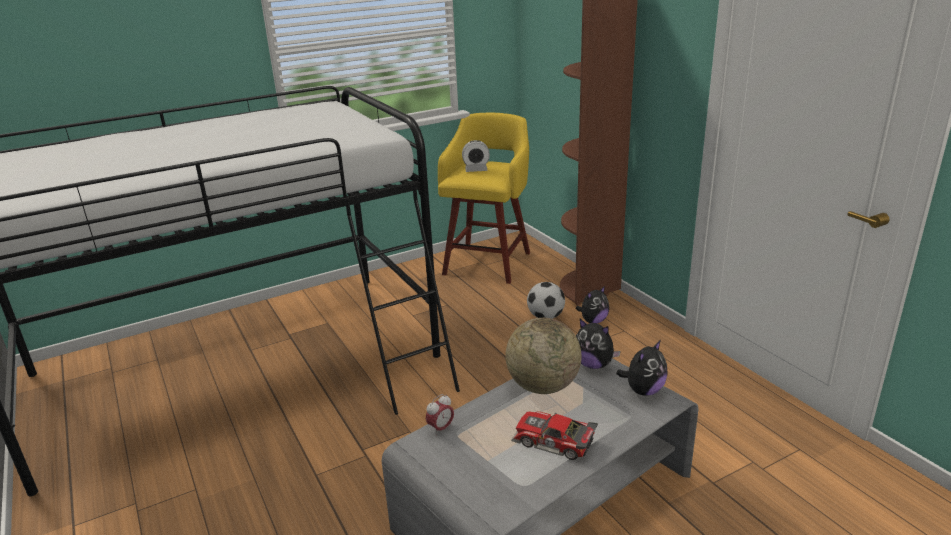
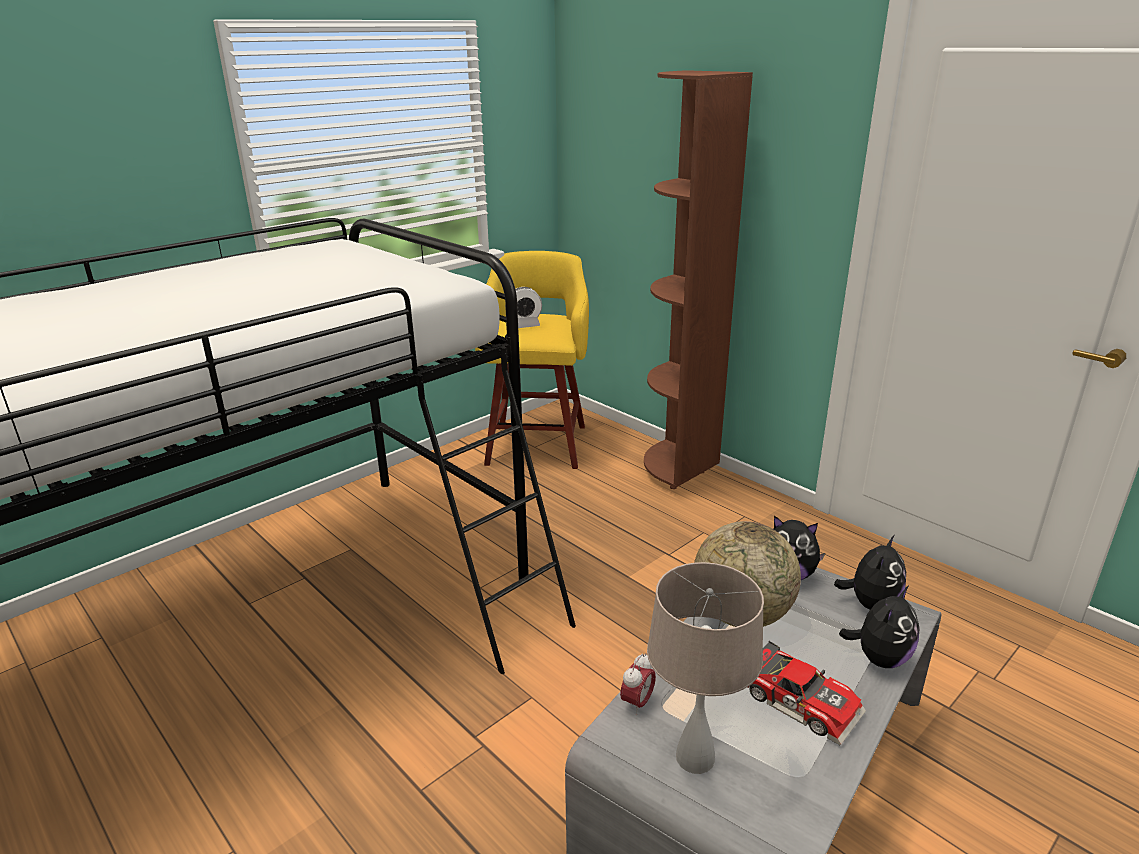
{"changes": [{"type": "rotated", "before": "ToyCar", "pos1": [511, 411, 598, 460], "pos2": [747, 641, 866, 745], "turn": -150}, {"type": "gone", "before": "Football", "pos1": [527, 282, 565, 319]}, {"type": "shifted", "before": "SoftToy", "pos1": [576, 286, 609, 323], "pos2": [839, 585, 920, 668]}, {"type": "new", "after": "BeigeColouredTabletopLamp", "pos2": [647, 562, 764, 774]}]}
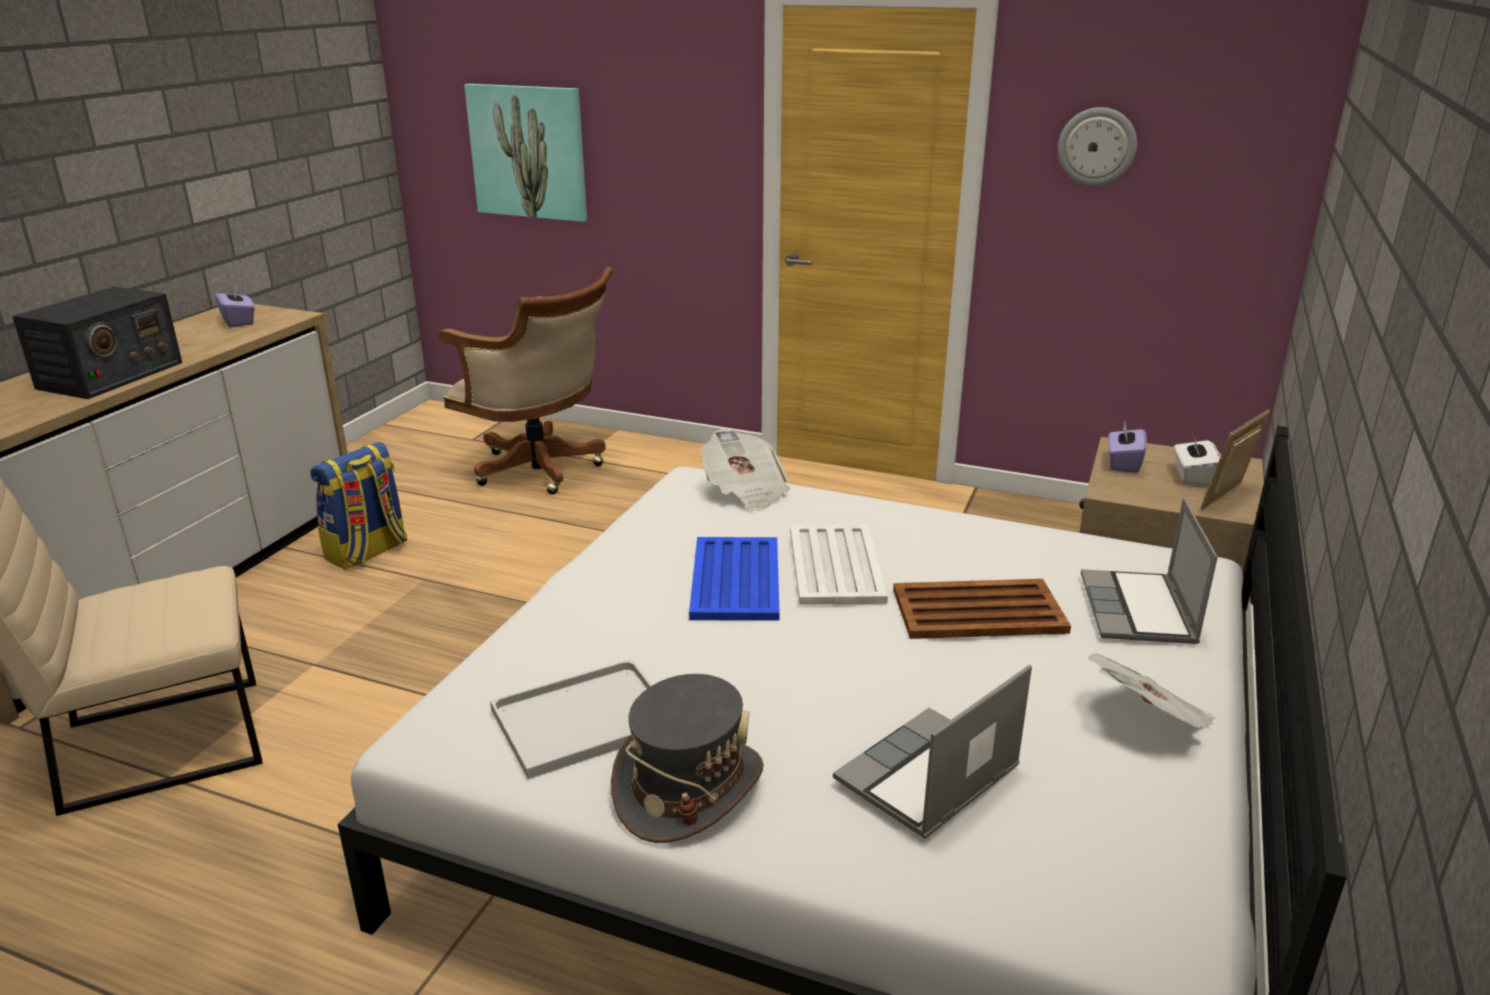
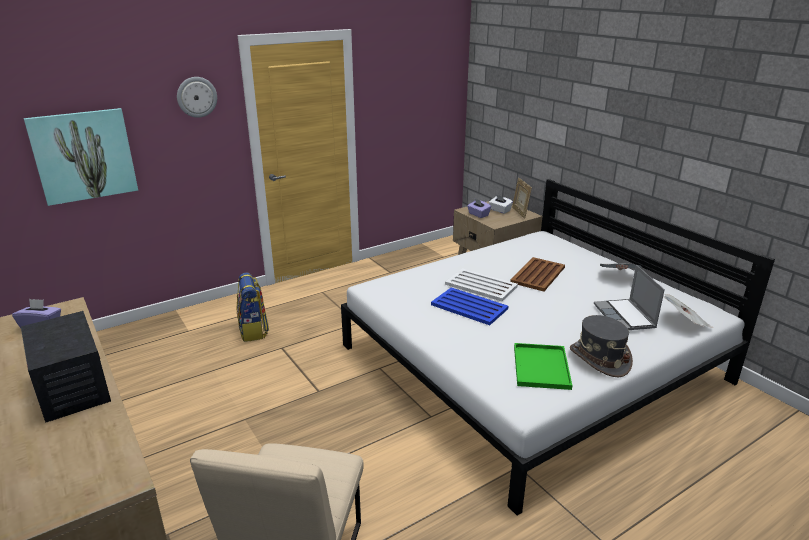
{"changes": [{"type": "shifted", "before": "Backpack", "pos1": [310, 442, 407, 570], "pos2": [237, 273, 269, 342]}, {"type": "gone", "before": "ComputerChair", "pos1": [438, 267, 613, 494]}, {"type": "repainted", "before": "WhiteTray", "after": "GreenTray", "pos1": [490, 659, 652, 779], "pos2": [514, 343, 572, 390]}, {"type": "shifted", "before": "Newspaper", "pos1": [700, 429, 790, 512], "pos2": [663, 294, 713, 328]}, {"type": "shifted", "before": "ClockOnTheWall", "pos1": [1058, 107, 1137, 186], "pos2": [177, 77, 217, 118]}, {"type": "gone", "before": "Laptop", "pos1": [1081, 498, 1218, 644]}]}
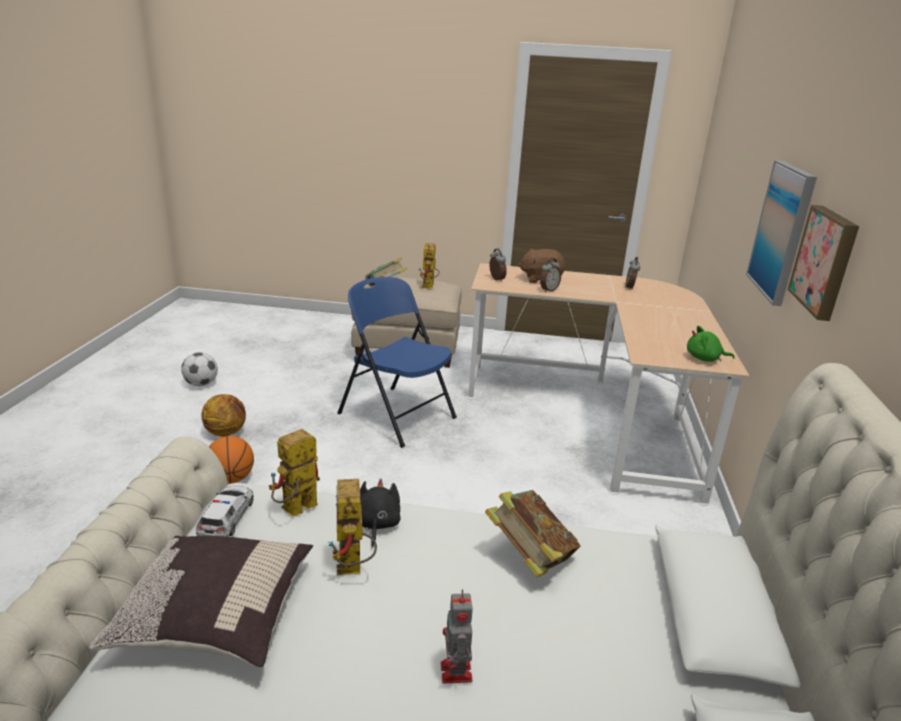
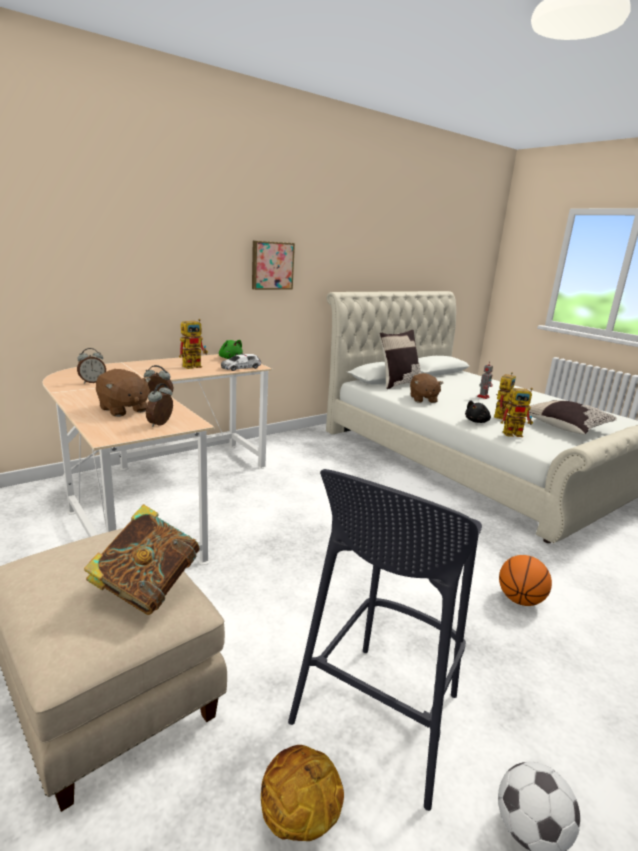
{"changes": [{"type": "shifted", "before": "ToyCar", "pos1": [196, 485, 254, 537], "pos2": [221, 354, 261, 371]}, {"type": "shifted", "before": "BasketballBall", "pos1": [201, 394, 246, 437], "pos2": [261, 745, 344, 841]}, {"type": "gone", "before": "BluePlainChair", "pos1": [337, 277, 457, 448]}, {"type": "shifted", "before": "RobotFigure", "pos1": [419, 243, 440, 289], "pos2": [179, 319, 208, 369]}, {"type": "swapped", "before": "BoundBook", "after": "BrownishSoftToy", "pos1": [485, 490, 581, 577], "pos2": [410, 373, 443, 403]}, {"type": "gone", "before": "Picture", "pos1": [746, 160, 817, 306]}, {"type": "new", "after": "GreySittingStool", "pos2": [288, 469, 482, 811]}, {"type": "new", "after": "Cushion", "pos2": [380, 330, 421, 389]}]}
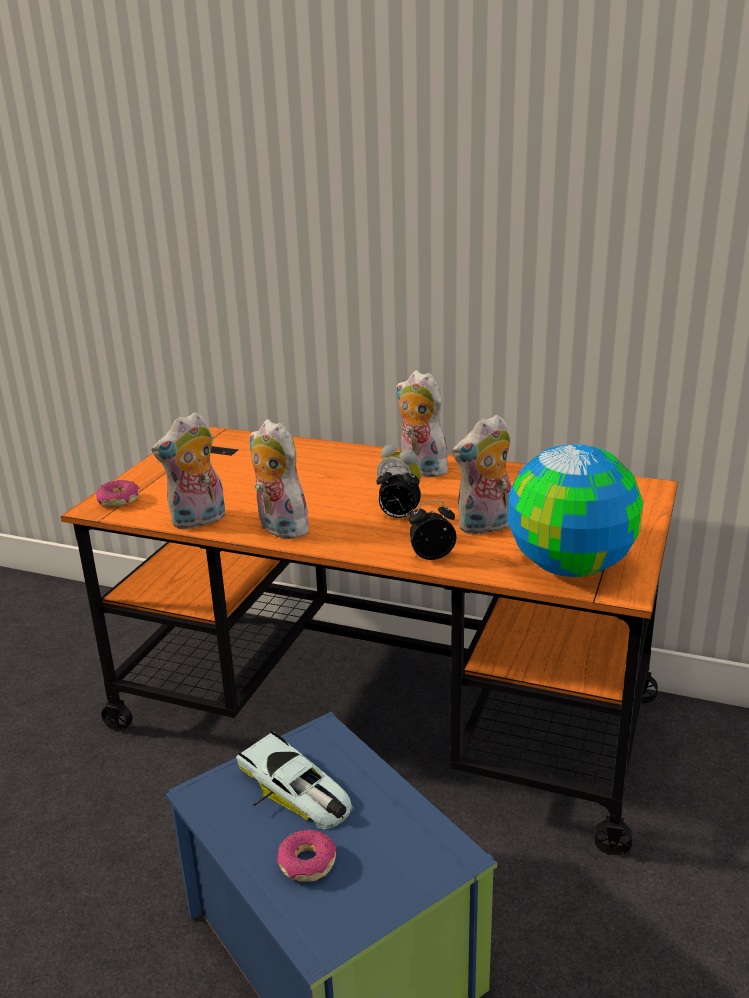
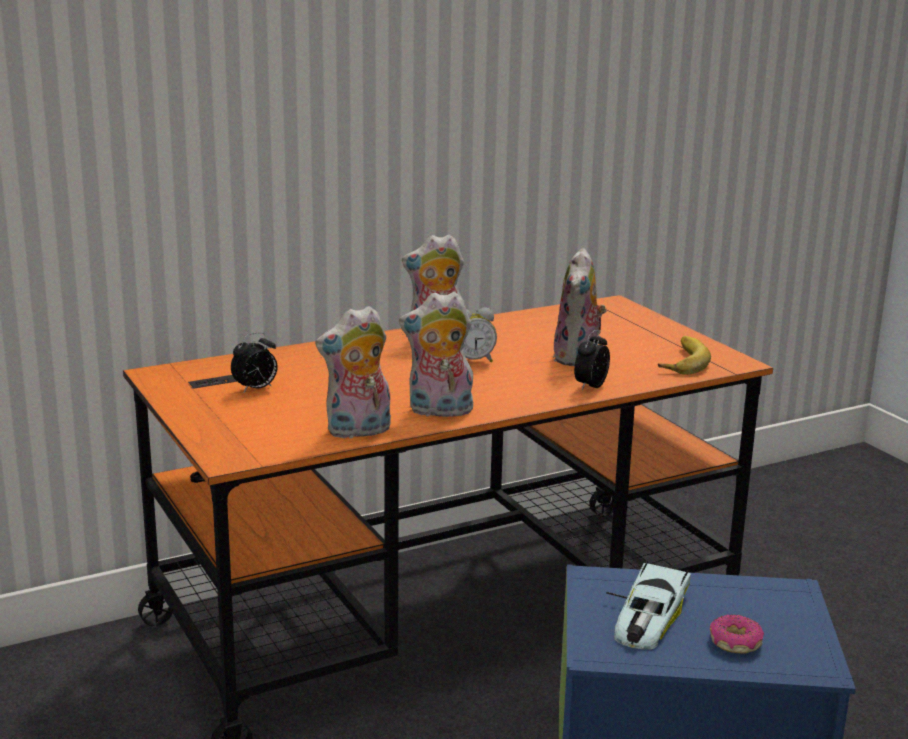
{"changes": [{"type": "gone", "before": "Doughnut", "pos1": [96, 480, 140, 507]}, {"type": "rotated", "before": "SoftToy", "pos1": [152, 412, 225, 529], "pos2": [315, 306, 391, 439], "turn": 60}, {"type": "rotated", "before": "ToyCar", "pos1": [236, 731, 353, 830], "pos2": [606, 561, 691, 650], "turn": 120}, {"type": "shifted", "before": "AlarmClock", "pos1": [376, 466, 421, 518], "pos2": [231, 332, 278, 392]}, {"type": "swapped", "before": "Globe", "after": "WholeBanana", "pos1": [508, 444, 643, 577], "pos2": [658, 336, 711, 375]}]}
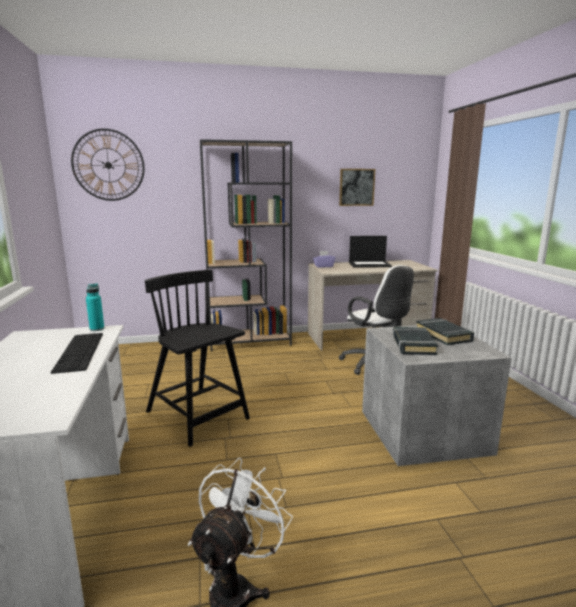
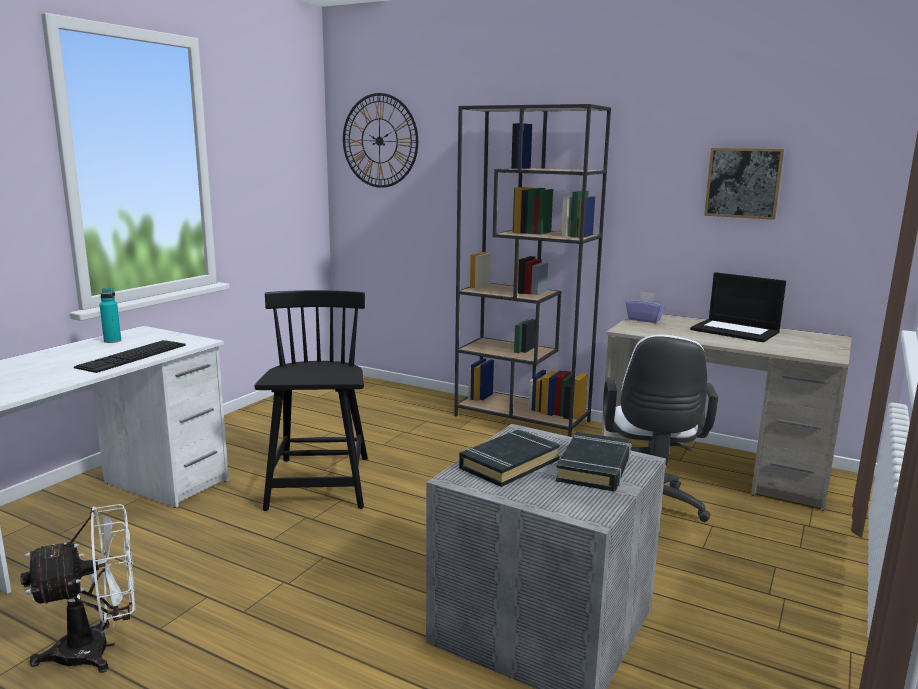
{"changes": [{"type": "shifted", "before": "TurquoiseBottle", "pos1": [86, 283, 104, 331], "pos2": [99, 288, 121, 343]}]}
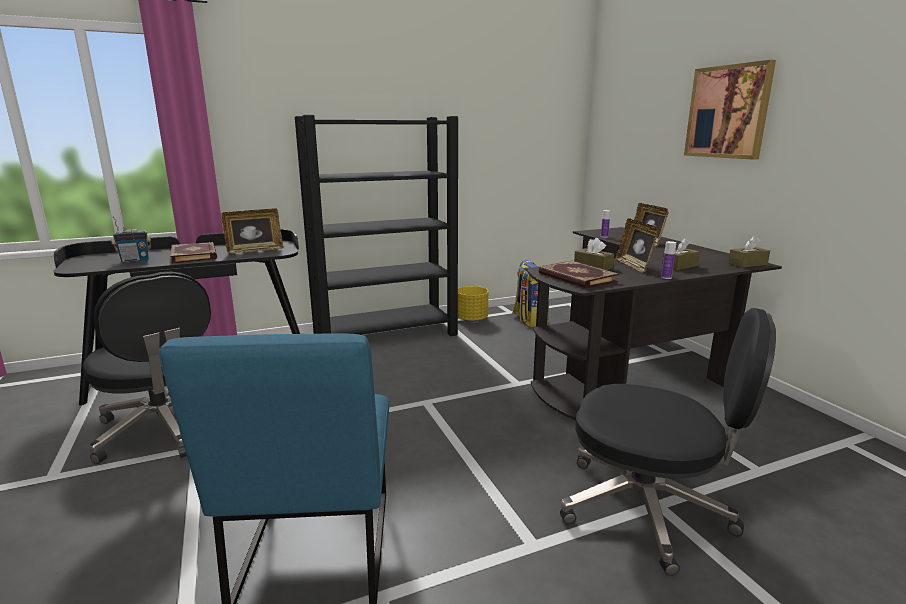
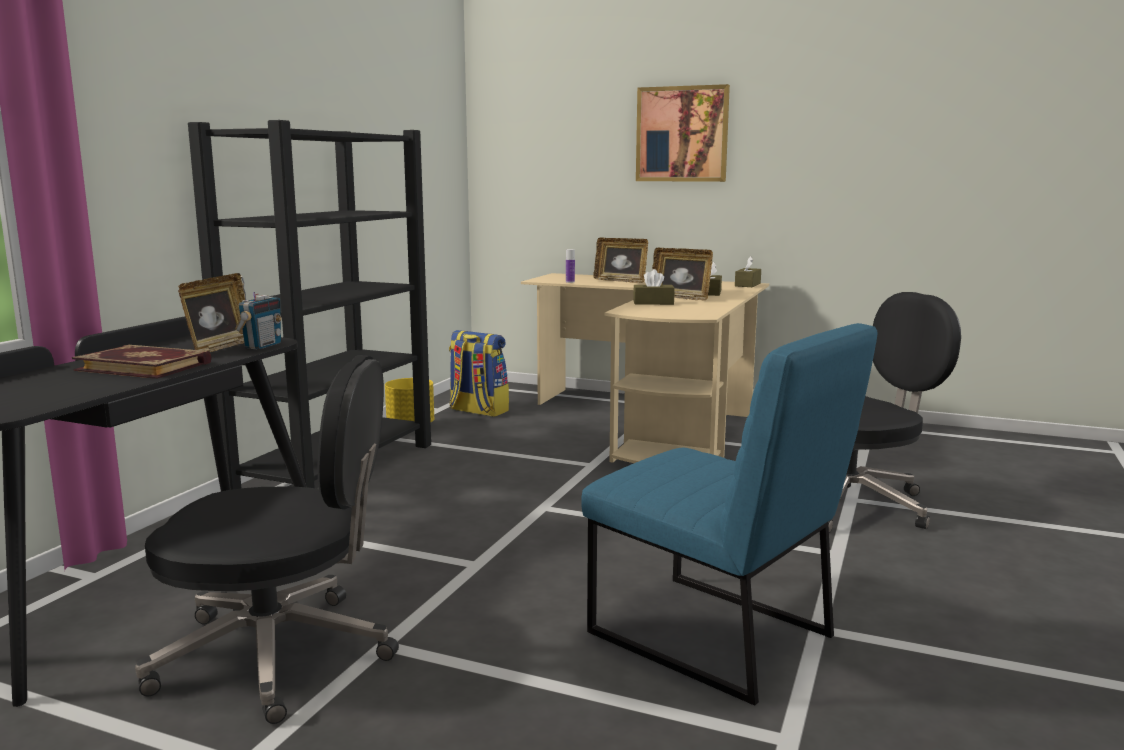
{"changes": [{"type": "shifted", "before": "RadioSet", "pos1": [111, 216, 151, 263], "pos2": [235, 276, 282, 349]}, {"type": "repainted", "before": "BlackColouredDesk", "after": "BeigeColouredDesk", "pos1": [527, 227, 782, 420], "pos2": [521, 273, 769, 463]}, {"type": "gone", "before": "BoundBook", "pos1": [539, 260, 619, 289]}, {"type": "gone", "before": "Bottle", "pos1": [661, 241, 676, 279]}]}
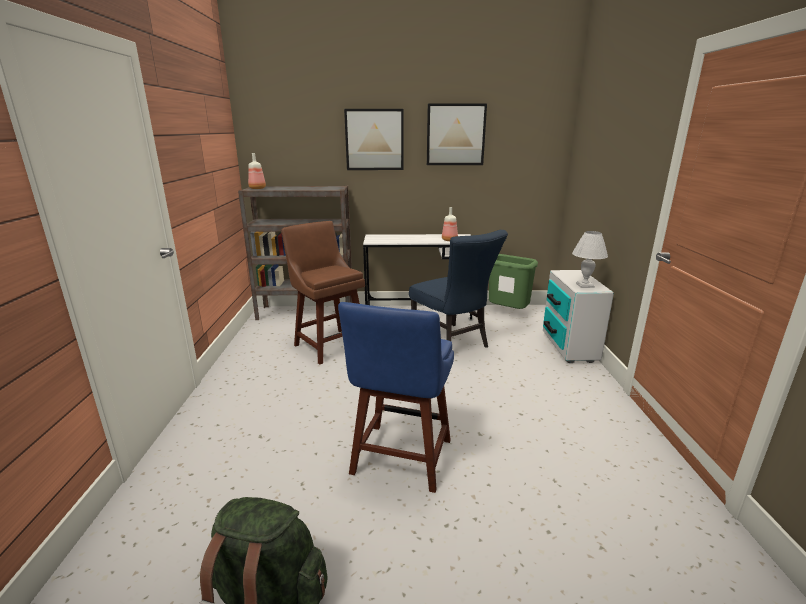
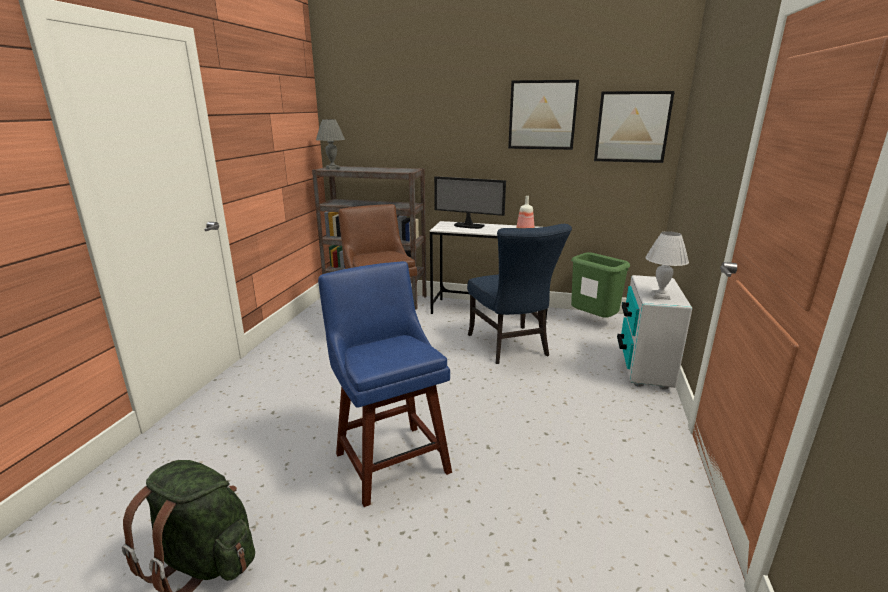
{"changes": [{"type": "swapped", "before": "Bottle", "after": "GreyTabletopLamp", "pos1": [248, 153, 266, 189], "pos2": [316, 119, 345, 169]}, {"type": "rotated", "before": "BluePlainChair", "pos1": [338, 302, 454, 493], "pos2": [318, 261, 452, 507], "turn": 120}, {"type": "shifted", "before": "Picture", "pos1": [344, 109, 404, 170], "pos2": [594, 91, 675, 163]}, {"type": "new", "after": "ComputerScreen", "pos2": [434, 176, 506, 229]}]}
